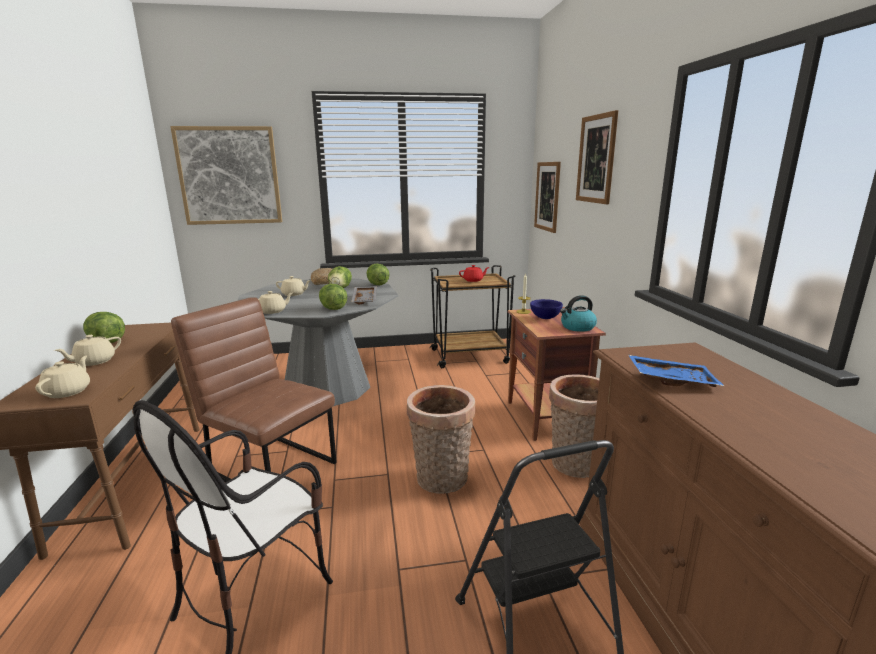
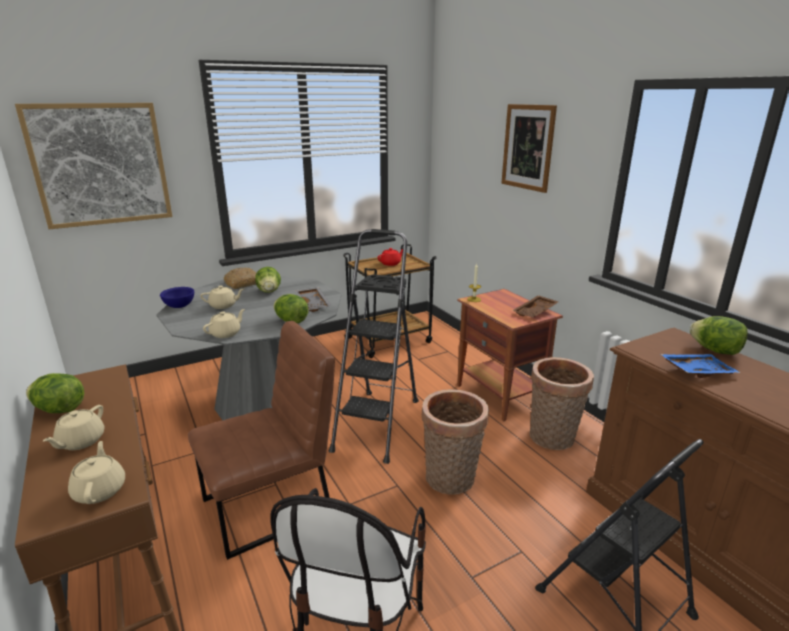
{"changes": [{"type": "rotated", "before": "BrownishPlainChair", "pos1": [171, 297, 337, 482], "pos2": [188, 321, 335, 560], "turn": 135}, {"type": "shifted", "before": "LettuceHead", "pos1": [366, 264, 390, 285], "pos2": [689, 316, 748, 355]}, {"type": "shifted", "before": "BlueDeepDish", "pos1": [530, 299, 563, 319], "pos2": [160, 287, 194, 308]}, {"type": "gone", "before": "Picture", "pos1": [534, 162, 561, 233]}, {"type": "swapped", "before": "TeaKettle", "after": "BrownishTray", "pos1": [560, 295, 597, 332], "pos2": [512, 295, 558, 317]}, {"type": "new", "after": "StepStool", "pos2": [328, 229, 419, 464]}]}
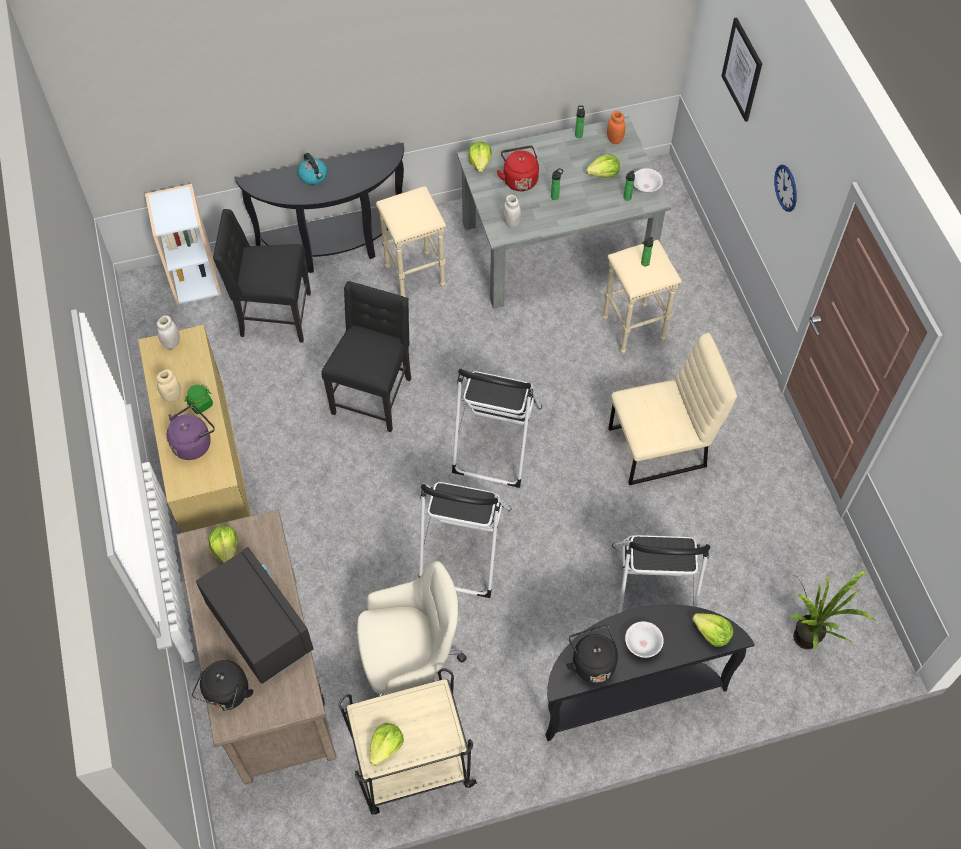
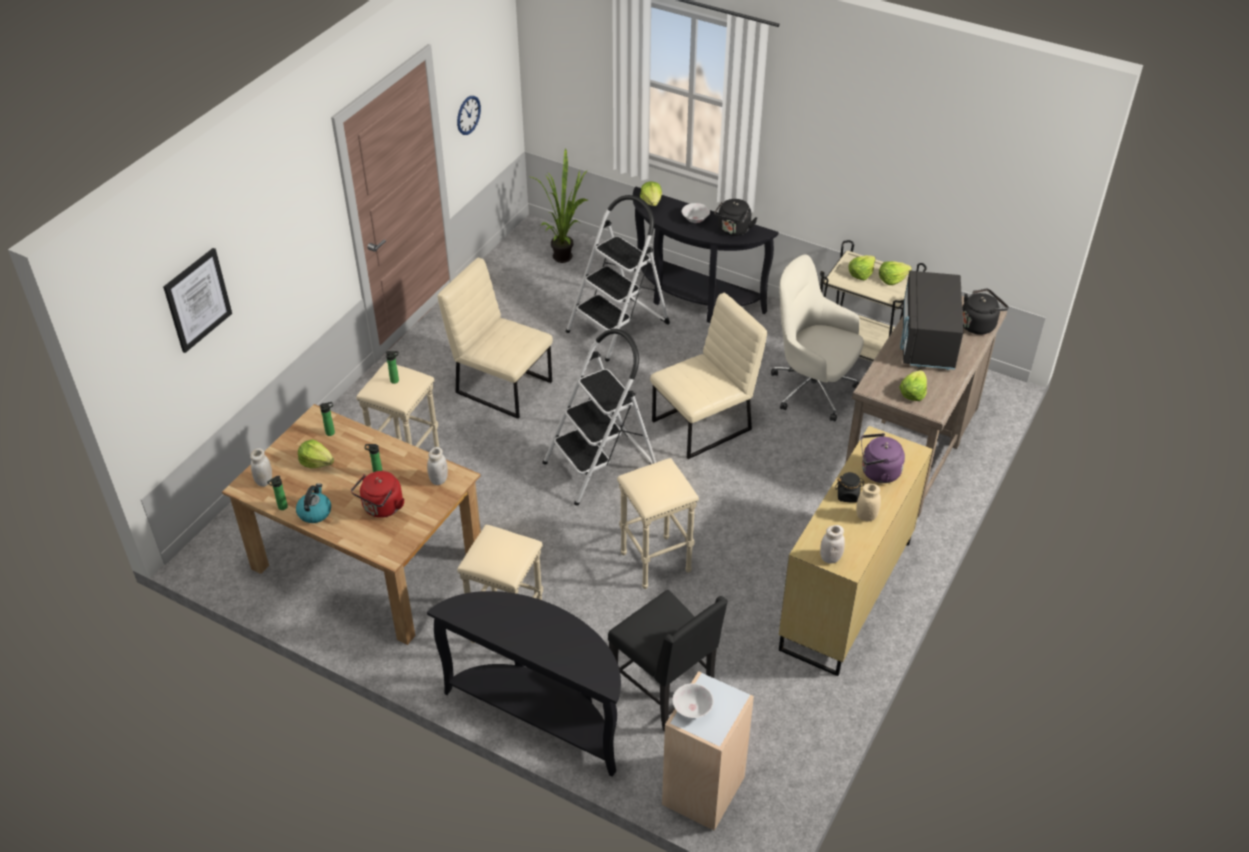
{"changes": [{"type": "repainted", "before": "GreenJar", "after": "BlackColouredJar", "pos1": [185, 385, 213, 414], "pos2": [835, 472, 864, 503]}, {"type": "shifted", "before": "TeaKettle", "pos1": [297, 153, 328, 185], "pos2": [296, 483, 331, 523]}, {"type": "swapped", "before": "BlackColouredPlainChair", "after": "BeigeColouredSittingStool", "pos1": [321, 281, 411, 432], "pos2": [617, 458, 699, 589]}, {"type": "swapped", "before": "StepStool", "after": "BeigeColouredPlainChair", "pos1": [418, 482, 511, 598], "pos2": [650, 293, 767, 459]}, {"type": "repainted", "before": "GreyDinnerTable", "after": "BrownishDinnerTable", "pos1": [457, 116, 671, 309], "pos2": [222, 404, 481, 645]}, {"type": "shifted", "before": "LettuceHead", "pos1": [468, 141, 492, 172], "pos2": [849, 255, 876, 280]}, {"type": "repainted", "before": "OrangeyJar", "after": "WhiteJar", "pos1": [607, 111, 625, 144], "pos2": [250, 448, 272, 487]}, {"type": "shifted", "before": "WhiteDeepDish", "pos1": [633, 168, 663, 193], "pos2": [673, 683, 714, 718]}, {"type": "shifted", "before": "ClockOnTheWall", "pos1": [774, 165, 797, 212], "pos2": [457, 96, 481, 135]}]}
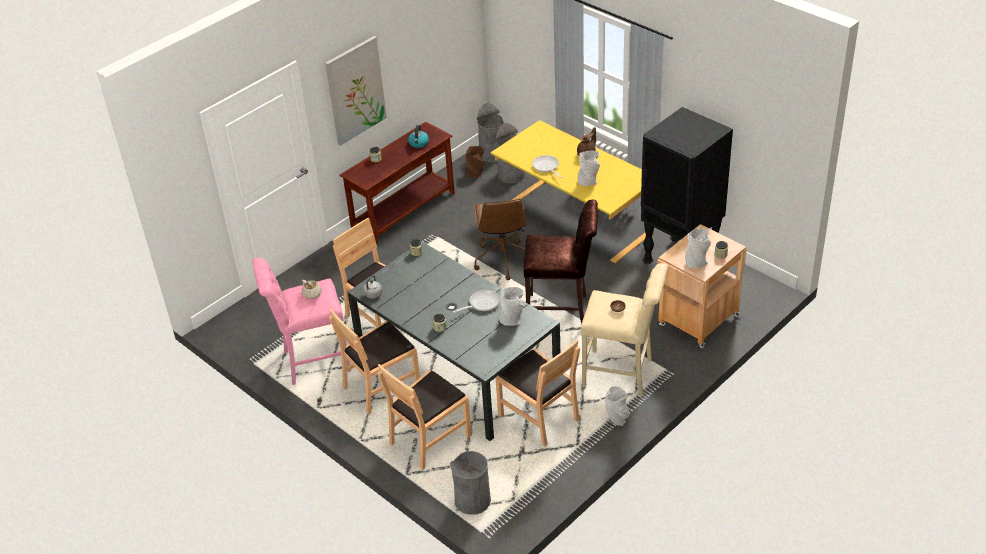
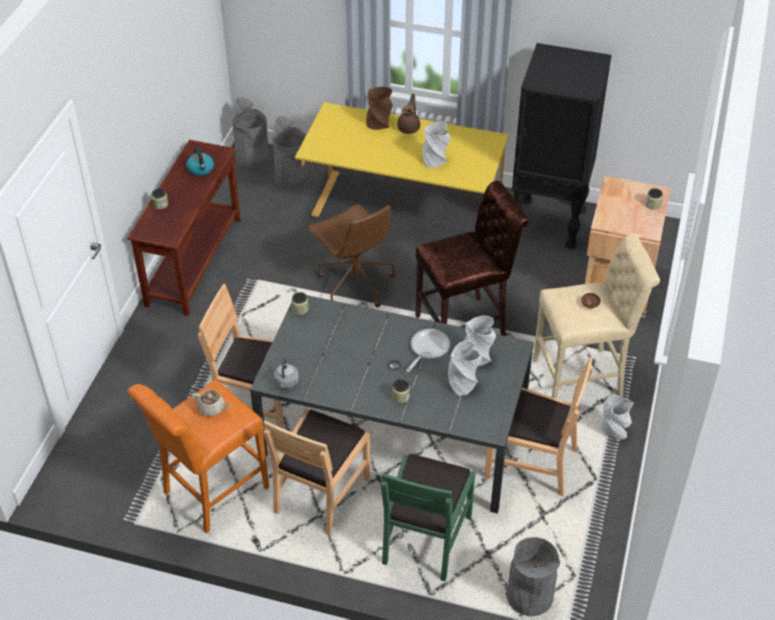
{"changes": [{"type": "repainted", "before": "PinkishSittingStool", "after": "OrangeySittingStool", "pos1": [252, 258, 351, 385], "pos2": [127, 379, 269, 534]}, {"type": "gone", "before": "Picture", "pos1": [325, 36, 387, 145]}, {"type": "repainted", "before": "BrownishPlainChair", "after": "GreenPlainChair", "pos1": [377, 364, 472, 470], "pos2": [381, 454, 475, 581]}, {"type": "shifted", "before": "BrownishFlowerVase", "pos1": [465, 146, 484, 178], "pos2": [366, 87, 393, 130]}, {"type": "gone", "before": "Skillet", "pos1": [532, 155, 562, 178]}, {"type": "shifted", "before": "GreyFlowerVase", "pos1": [685, 228, 711, 269], "pos2": [448, 340, 482, 396]}]}
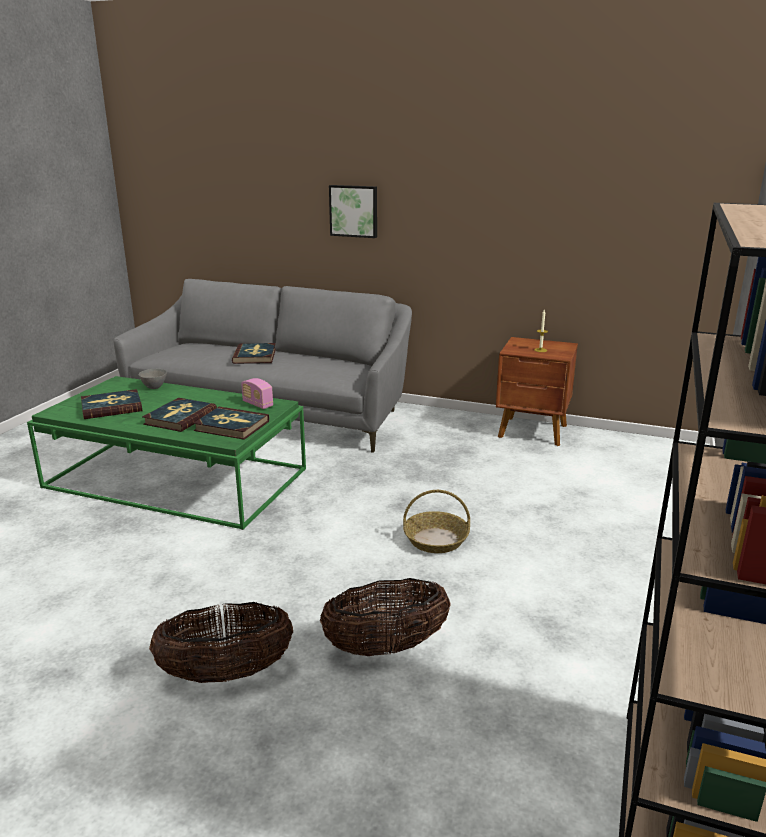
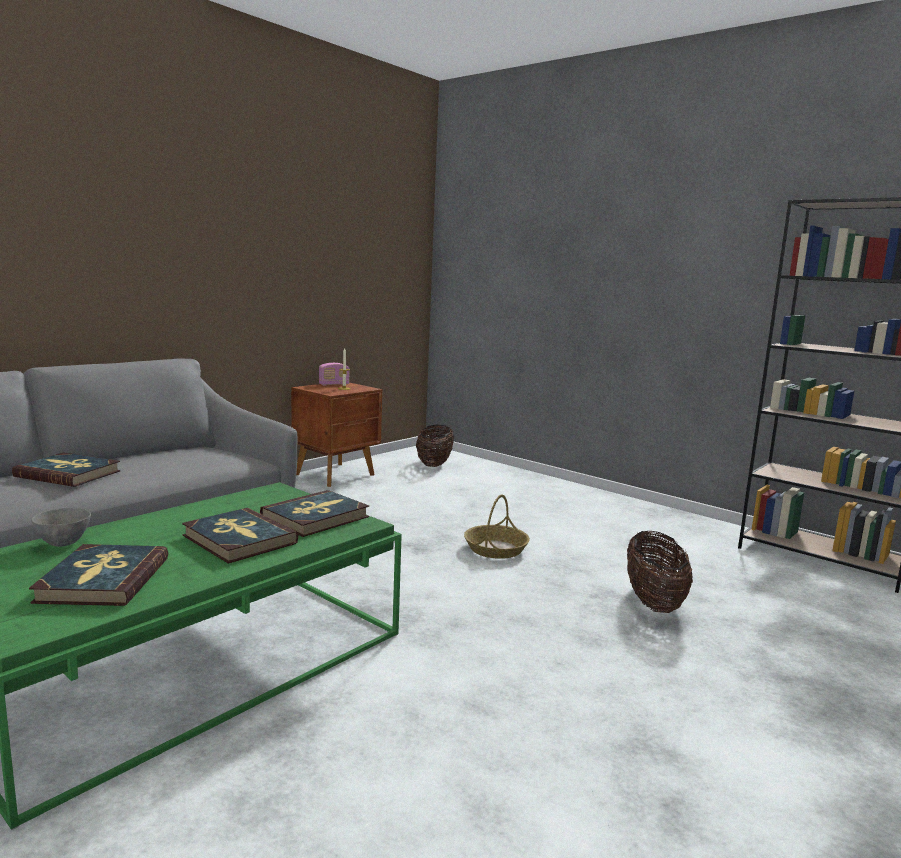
{"changes": [{"type": "shifted", "before": "Basket", "pos1": [149, 602, 293, 683], "pos2": [416, 425, 454, 467]}, {"type": "shifted", "before": "RadioSet", "pos1": [241, 378, 273, 409], "pos2": [319, 363, 349, 386]}, {"type": "gone", "before": "Picture", "pos1": [329, 185, 377, 238]}]}
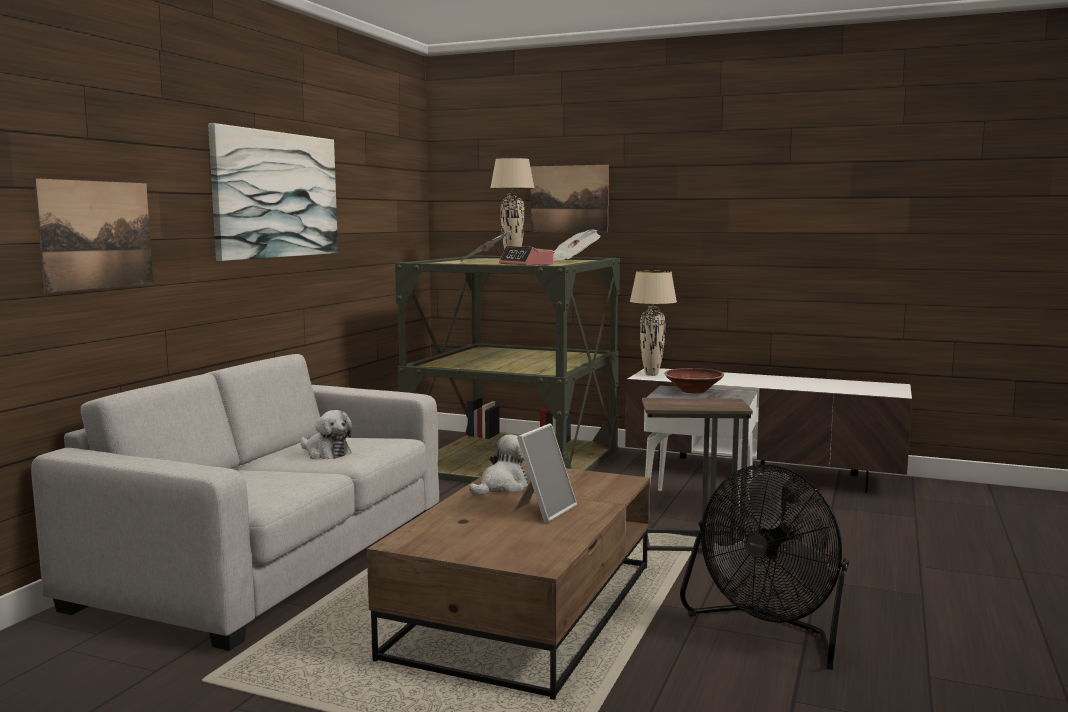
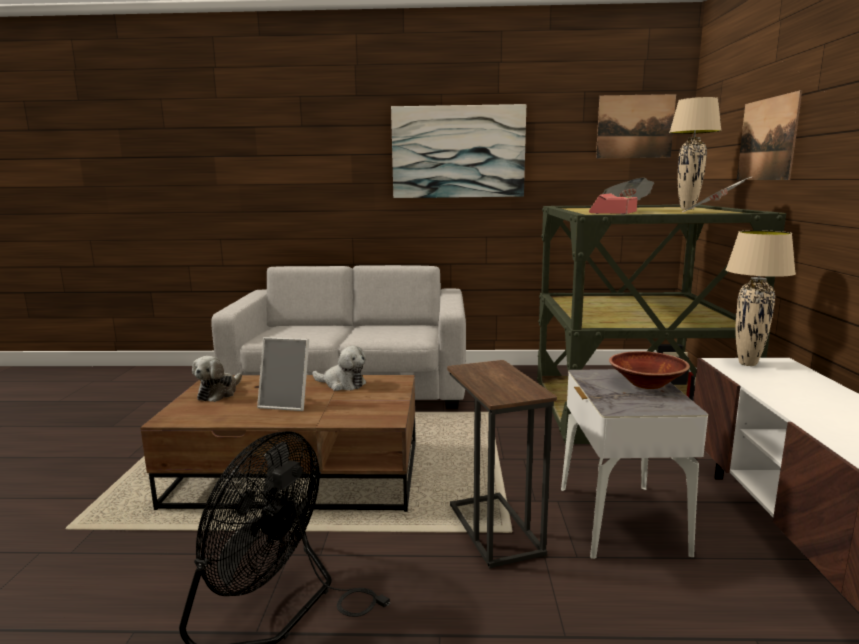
{"changes": [{"type": "shifted", "before": "Picture", "pos1": [34, 178, 153, 293], "pos2": [596, 94, 676, 159]}, {"type": "shifted", "before": "SoftToy", "pos1": [300, 410, 352, 459], "pos2": [192, 356, 242, 402]}]}
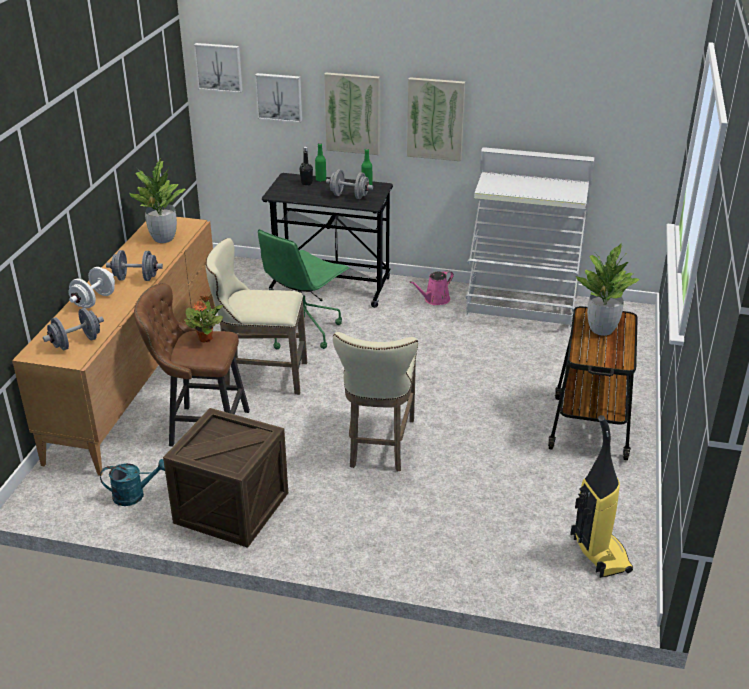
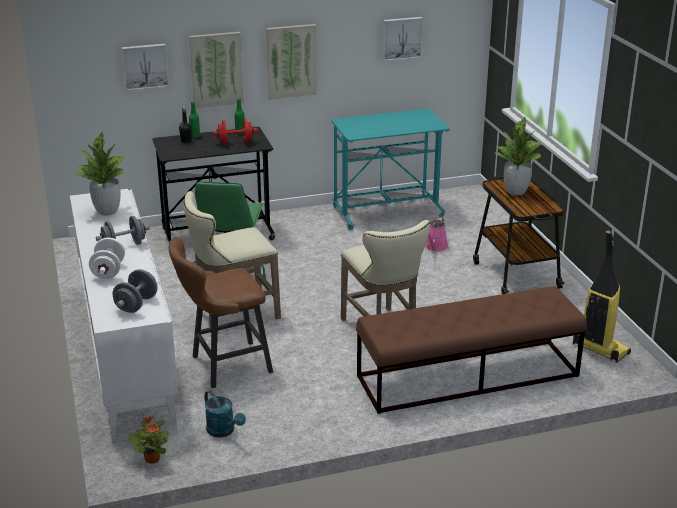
{"changes": [{"type": "repainted", "before": "BrownishCupboard", "after": "WhiteCupboard", "pos1": [12, 217, 215, 476], "pos2": [70, 189, 178, 440]}, {"type": "rotated", "before": "TurquoiseWateringCan", "pos1": [100, 459, 165, 506], "pos2": [204, 390, 246, 437], "turn": 90}, {"type": "gone", "before": "ShippingCrate", "pos1": [163, 408, 288, 548]}, {"type": "shifted", "before": "PlantInAPot", "pos1": [184, 296, 223, 342], "pos2": [128, 416, 168, 464]}, {"type": "shifted", "before": "Picture", "pos1": [194, 43, 243, 93], "pos2": [382, 17, 423, 61]}, {"type": "repainted", "before": "GreyHandWeight", "after": "RedColouredHandWeight", "pos1": [326, 169, 373, 199], "pos2": [212, 119, 258, 145]}, {"type": "shifted", "before": "PinkishWateringCan", "pos1": [410, 270, 454, 305], "pos2": [425, 217, 449, 252]}, {"type": "swapped", "before": "WhiteShoeShelf", "after": "TurquoiseDesk", "pos1": [465, 147, 595, 329], "pos2": [331, 109, 450, 230]}, {"type": "new", "after": "BrownishLongSeat", "pos2": [356, 286, 587, 414]}]}
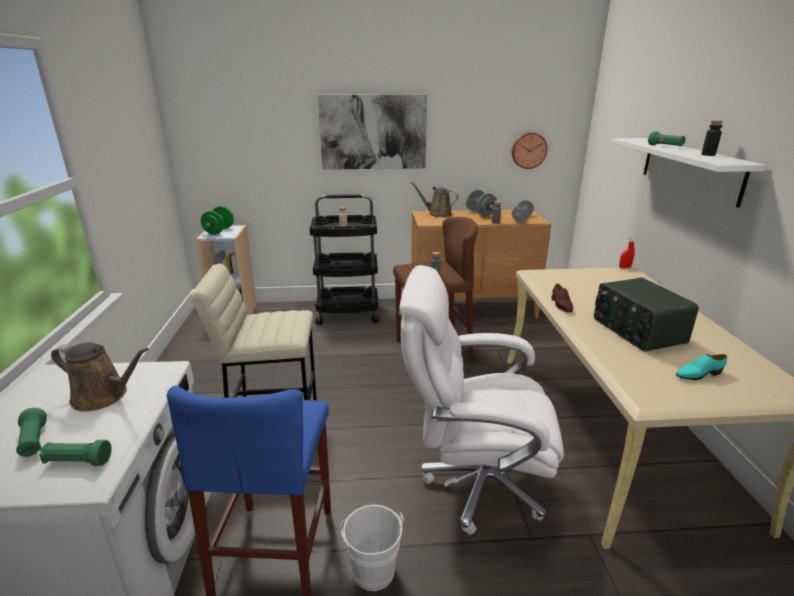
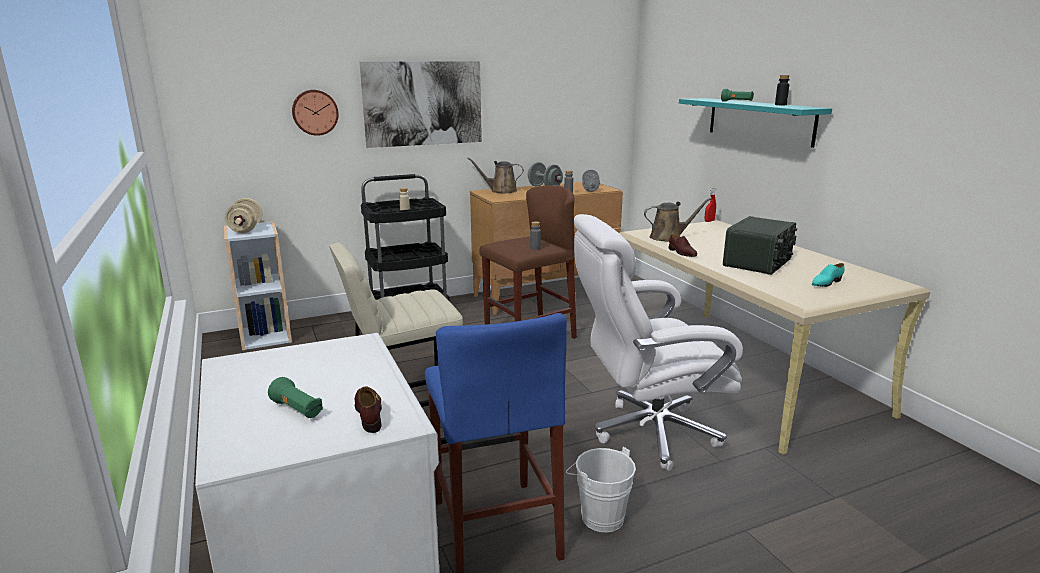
{"changes": [{"type": "swapped", "before": "GreenFlashlight", "after": "BrownishLowShoe", "pos1": [39, 440, 112, 466], "pos2": [355, 386, 382, 433]}, {"type": "shifted", "before": "BrownishWateringCan", "pos1": [51, 342, 149, 412], "pos2": [644, 198, 712, 242]}, {"type": "repainted", "before": "GreenHandWeight", "after": "BeigeColouredHandWeight", "pos1": [201, 206, 234, 235], "pos2": [225, 198, 262, 233]}, {"type": "shifted", "before": "ClockOnTheWall", "pos1": [512, 132, 548, 169], "pos2": [292, 90, 339, 136]}, {"type": "rotated", "before": "RadioSet", "pos1": [594, 277, 699, 352], "pos2": [723, 216, 797, 275], "turn": -105}, {"type": "repainted", "before": "WhiteBracketShelf", "after": "TurquoiseBracketShelf", "pos1": [611, 138, 766, 208], "pos2": [679, 98, 832, 148]}]}
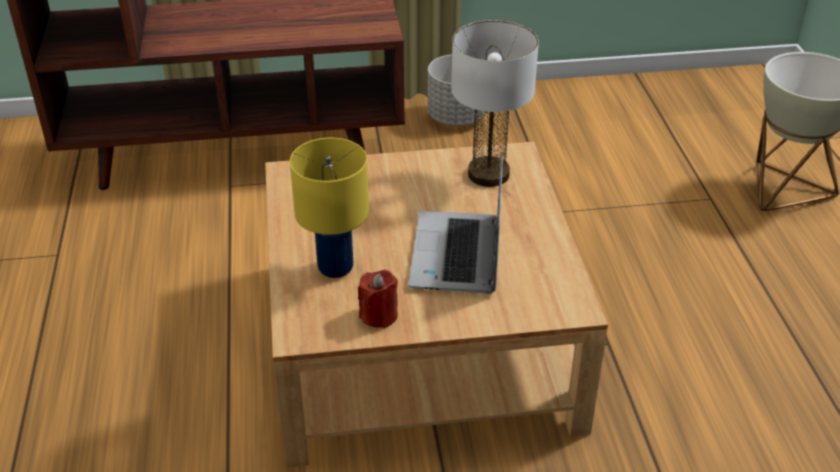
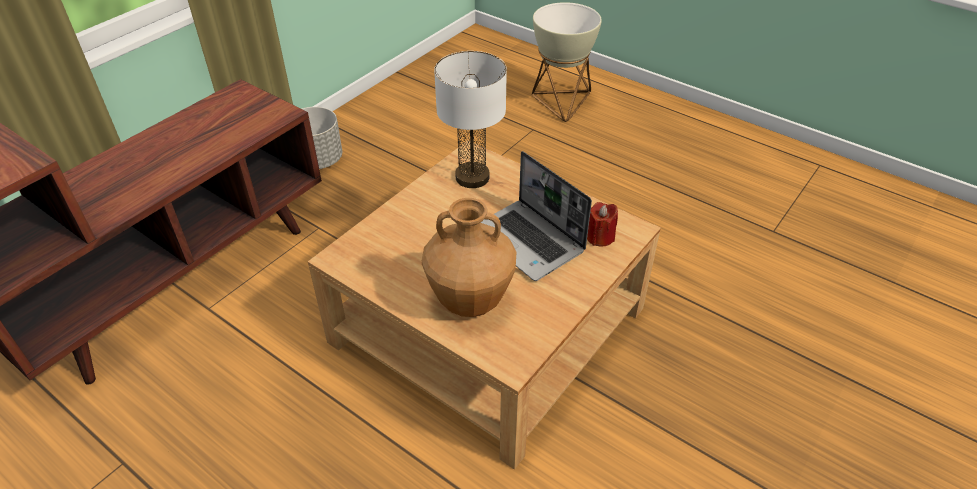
{"changes": [{"type": "swapped", "before": "YellowColouredTabletopLamp", "after": "BrownishFlowerVase", "pos1": [290, 138, 369, 278], "pos2": [422, 198, 516, 317]}, {"type": "shifted", "before": "RedColouredCandle", "pos1": [358, 270, 398, 328], "pos2": [587, 202, 618, 246]}]}
